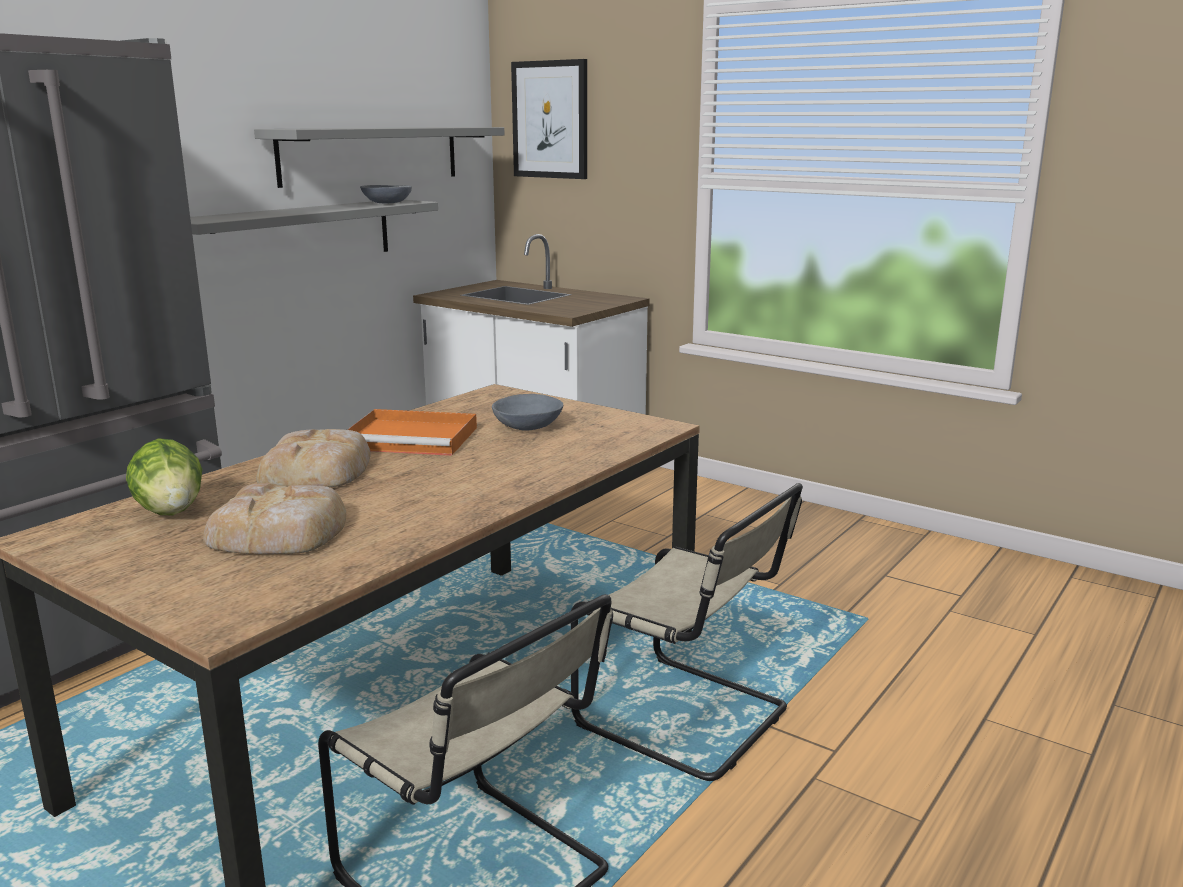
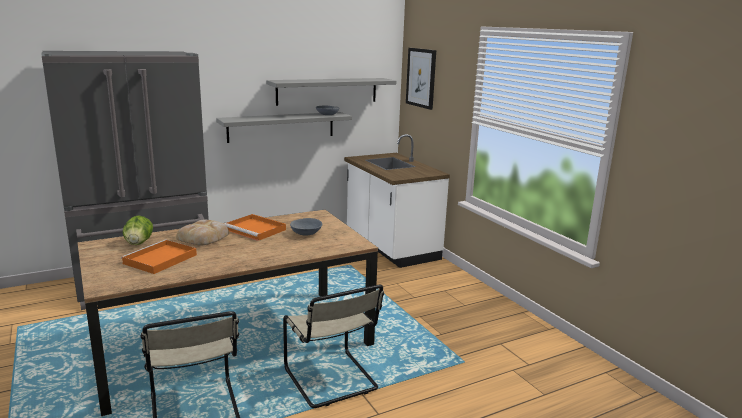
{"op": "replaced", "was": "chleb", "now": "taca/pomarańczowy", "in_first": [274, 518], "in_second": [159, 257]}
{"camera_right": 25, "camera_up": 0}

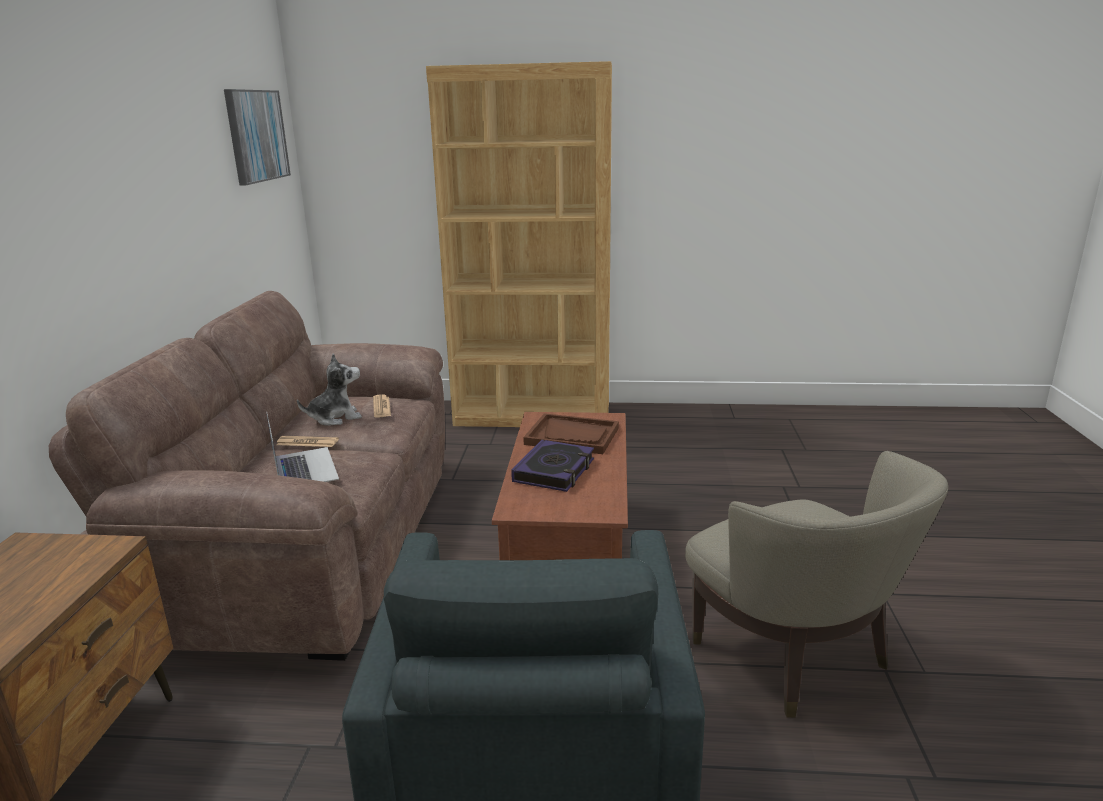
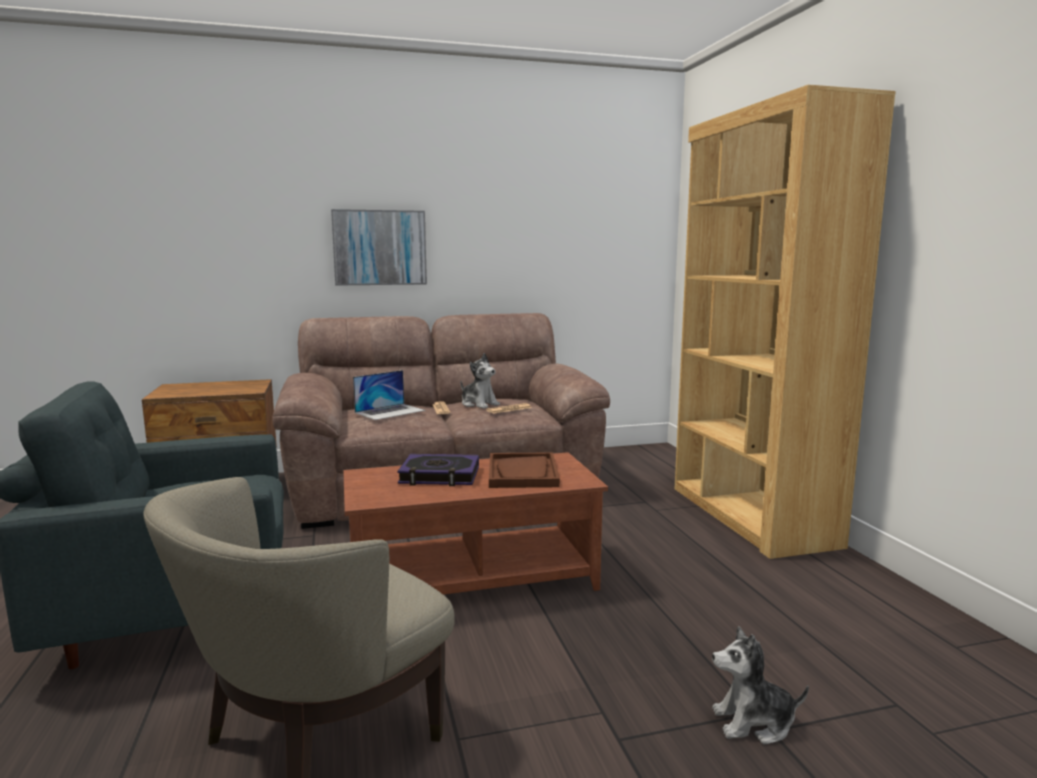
{"op": "added", "now": "pluszak", "in_second": [760, 685]}
{"op": "moved", "was": "obraz", "in_first": [257, 137], "in_second": [379, 247]}
{"camera_right": 70, "camera_up": -10}

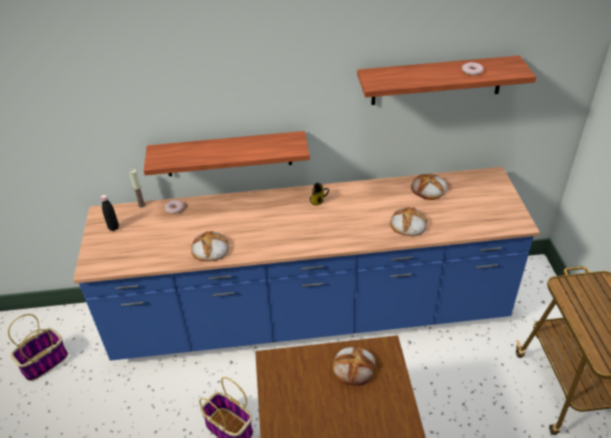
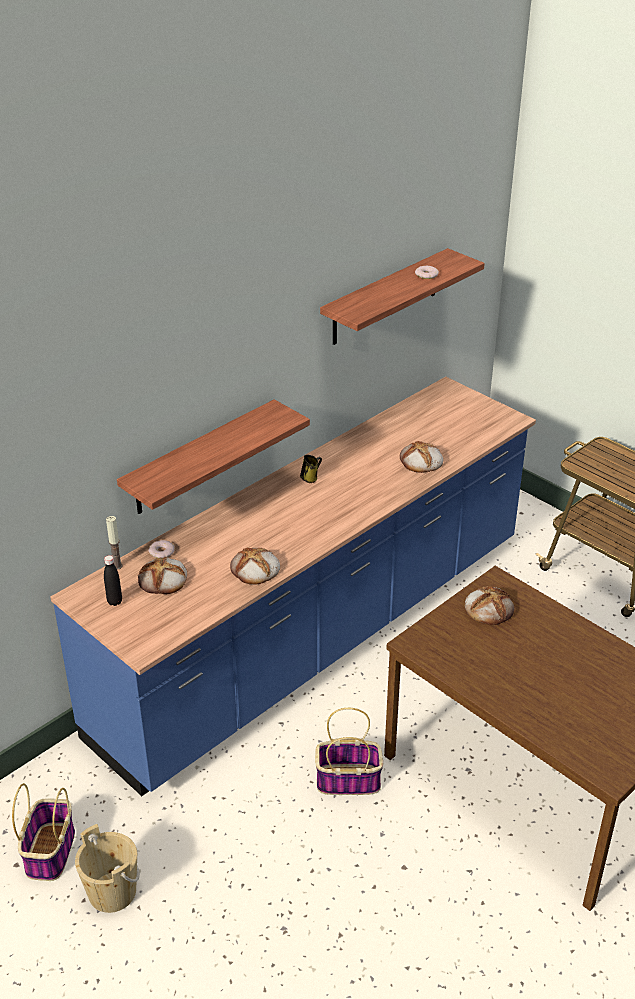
{"op": "added", "now": "wiadro/beżowy", "in_second": [107, 868]}
{"op": "moved", "was": "chleb", "in_first": [429, 187], "in_second": [162, 575]}
{"camera_right": -40, "camera_up": -5}

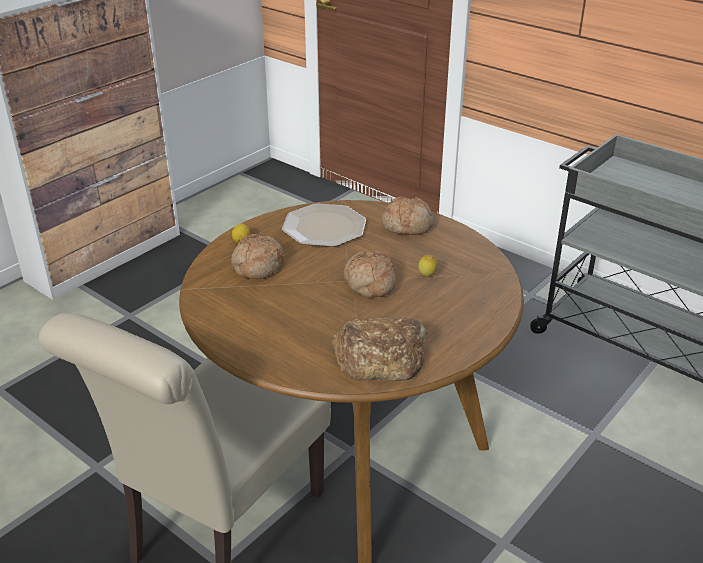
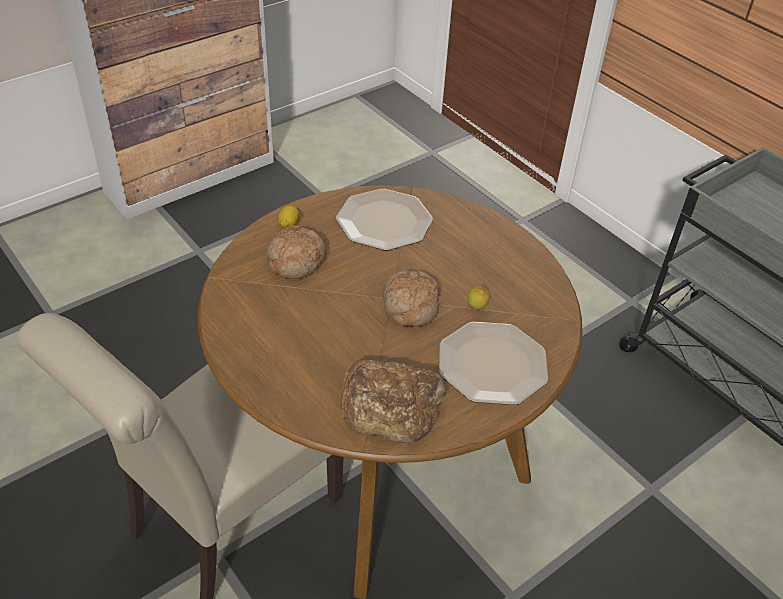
{"op": "removed", "was": "chleb", "in_first": [407, 215]}
{"op": "added", "now": "talerz", "in_second": [493, 363]}
{"camera_right": 10, "camera_up": 10}

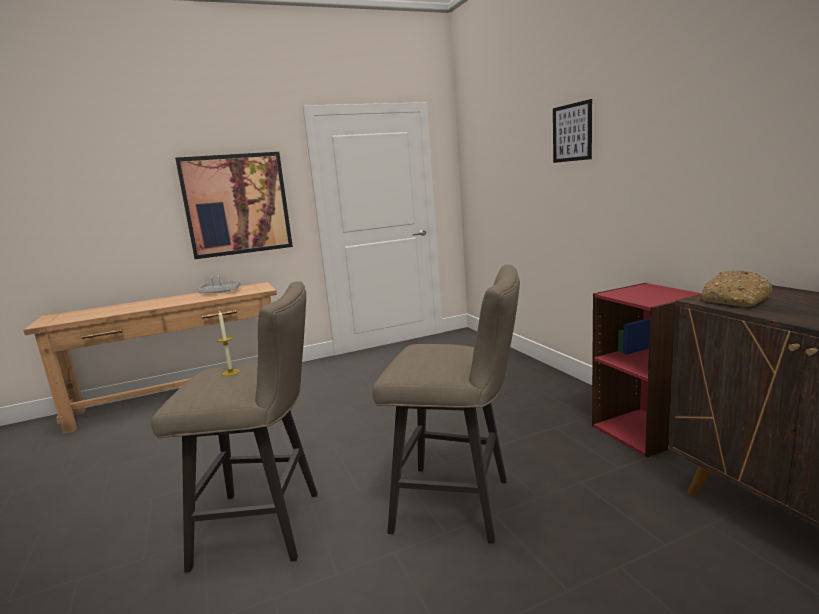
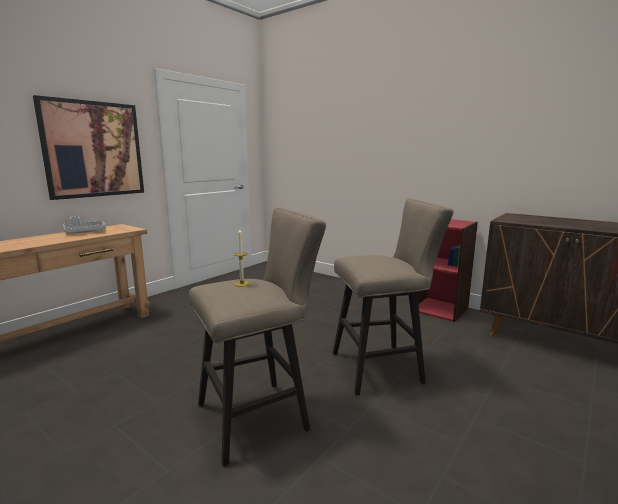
{"op": "removed", "was": "obraz", "in_first": [572, 131]}
{"op": "removed", "was": "chleb", "in_first": [737, 288]}
{"camera_right": -30, "camera_up": 0}

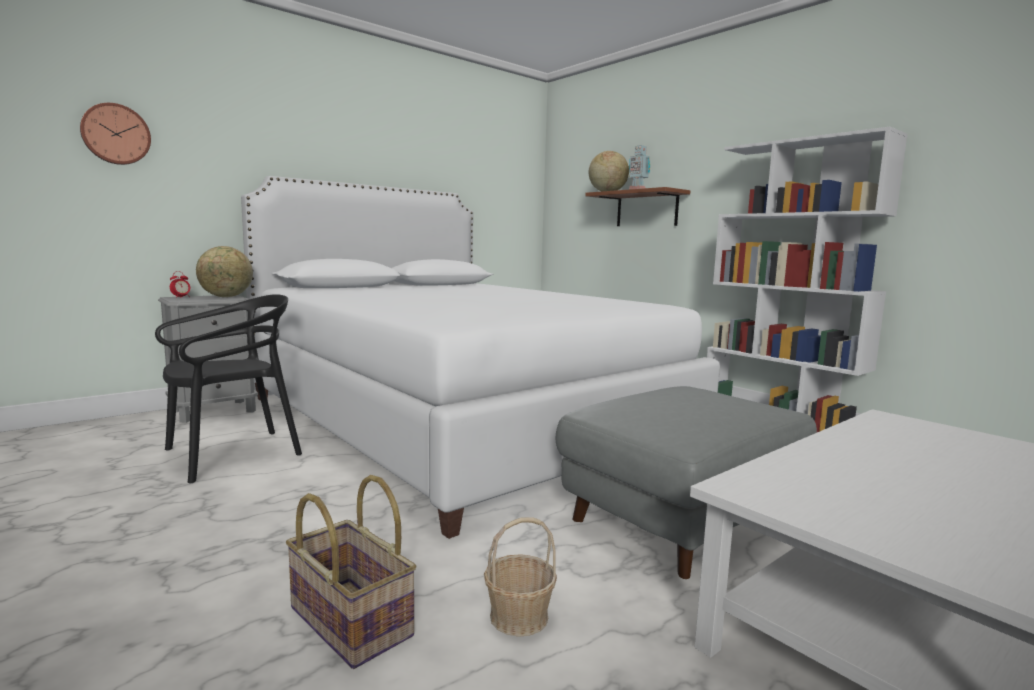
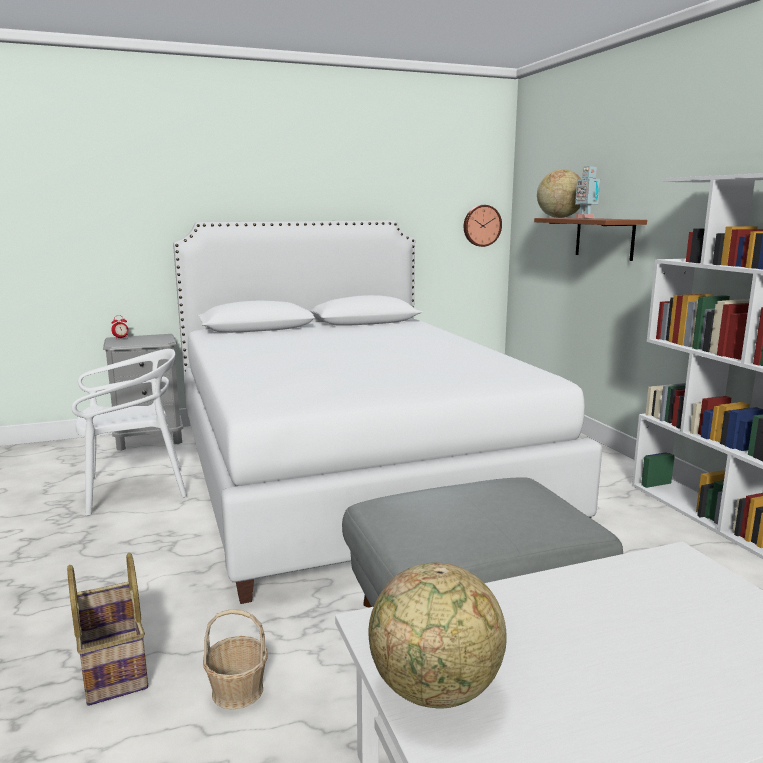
{"op": "moved", "was": "zegar ścienny", "in_first": [115, 134], "in_second": [483, 226]}
{"op": "moved", "was": "globus", "in_first": [224, 271], "in_second": [437, 635]}
{"op": "recoloured", "was": "krzesło/czarny", "now": "krzesło/biały", "in_first": [228, 388], "in_second": [129, 432]}
{"camera_right": 20, "camera_up": 5}

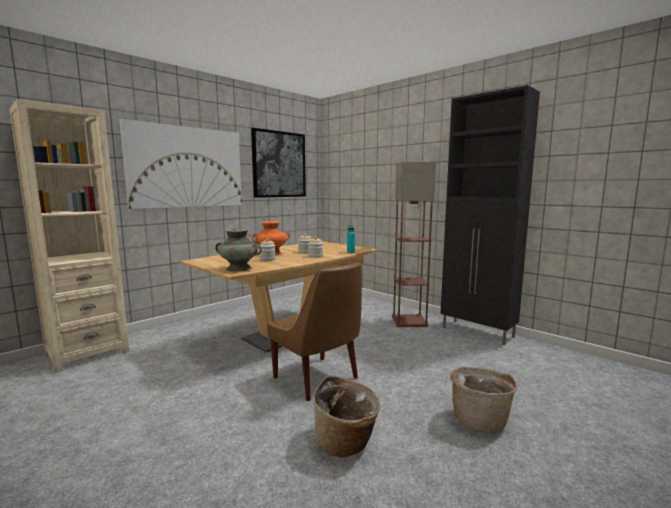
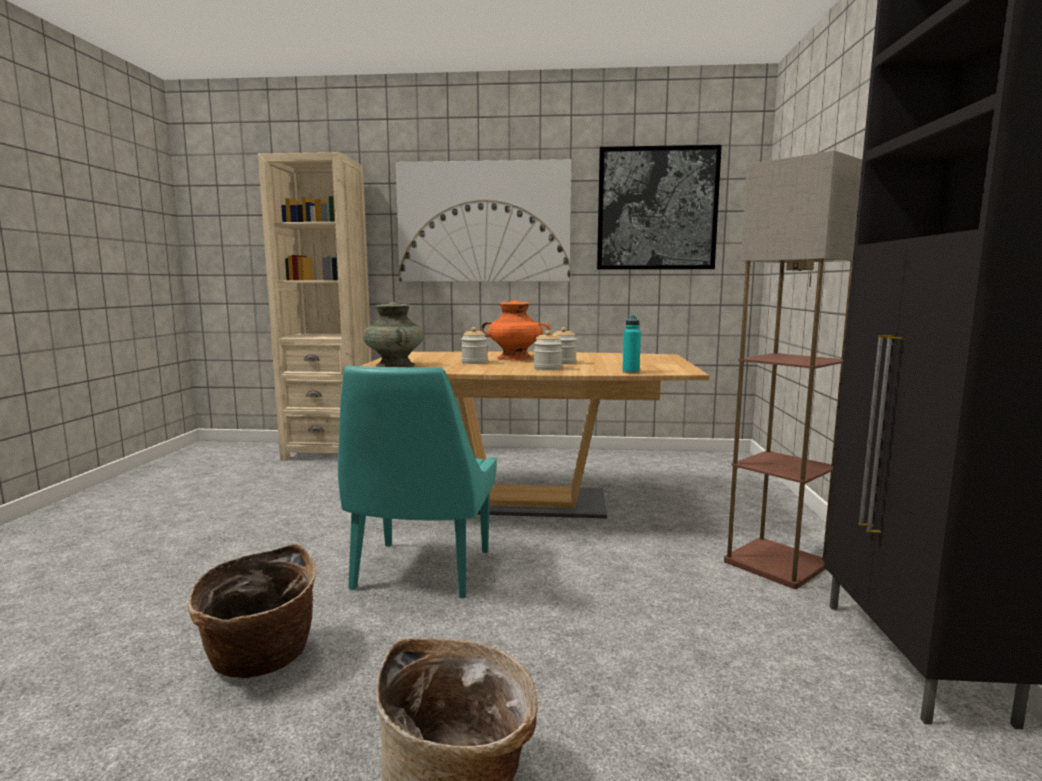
{"op": "recoloured", "was": "krzesło/brązowy", "now": "krzesło/turkusowy", "in_first": [314, 331], "in_second": [417, 482]}
{"camera_right": 50, "camera_up": 0}

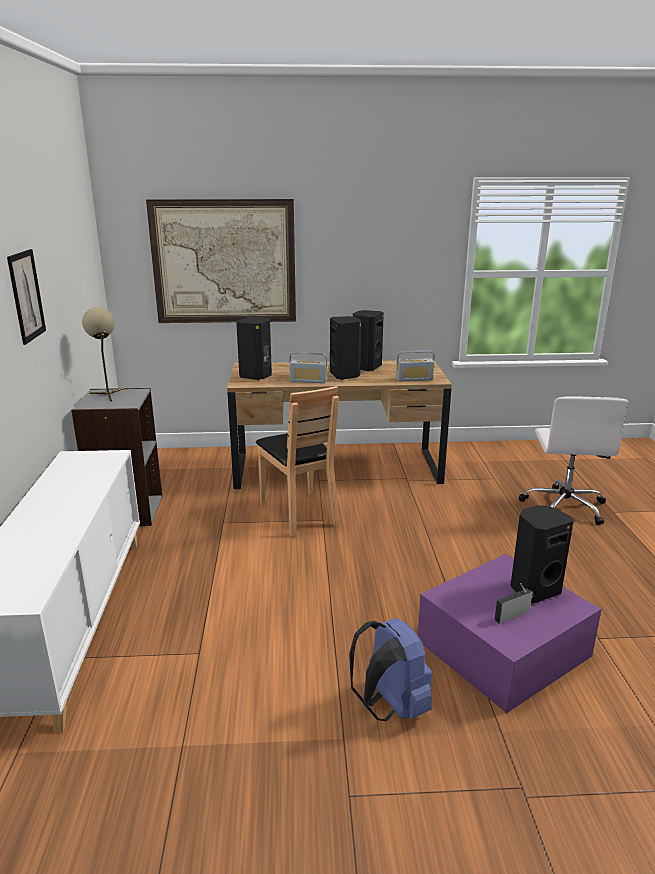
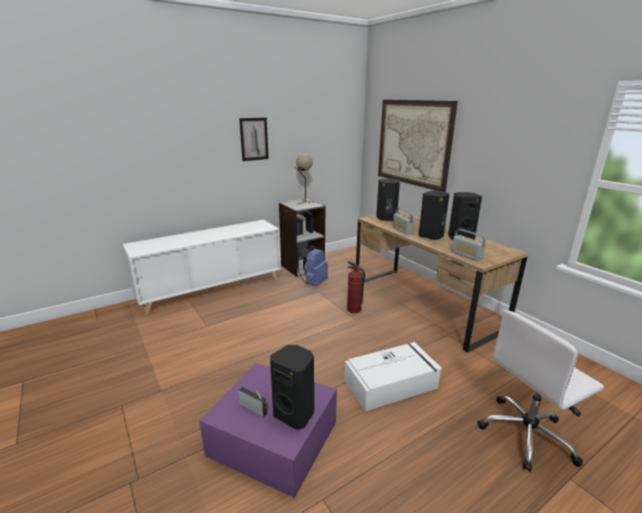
{"op": "added", "now": "pojemnik do przechowywania/biały", "in_second": [393, 376]}
{"op": "moved", "was": "plecak/niebieski", "in_first": [390, 669], "in_second": [312, 265]}
{"op": "replaced", "was": "krzesło/brązowy", "now": "gaśnica", "in_first": [298, 461], "in_second": [356, 287]}
{"camera_right": 60, "camera_up": 0}

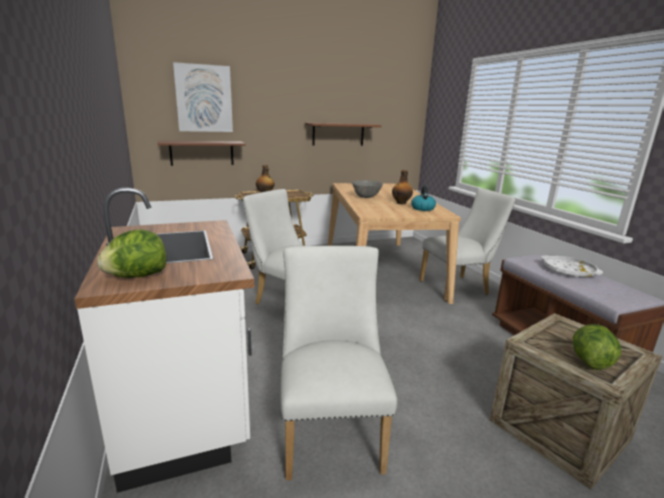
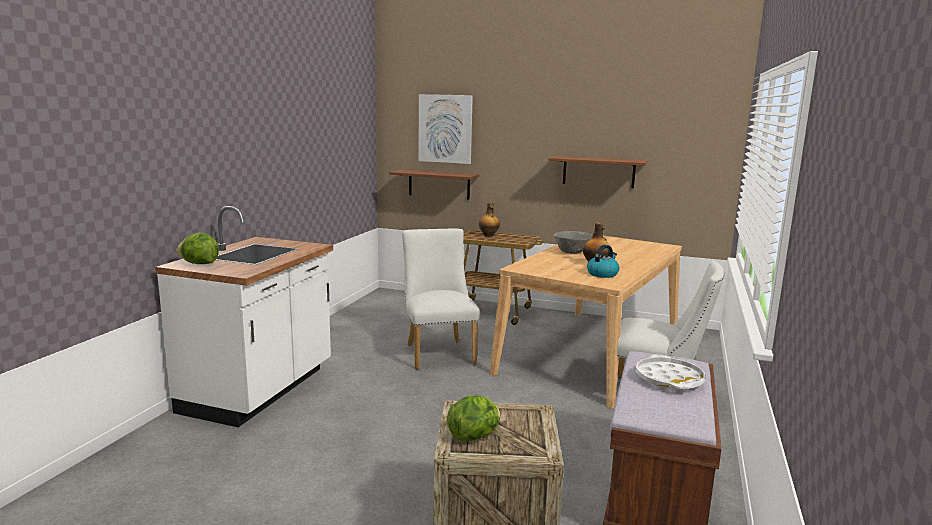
{"op": "removed", "was": "krzesło/biały", "in_first": [338, 363]}
{"camera_right": 40, "camera_up": -5}

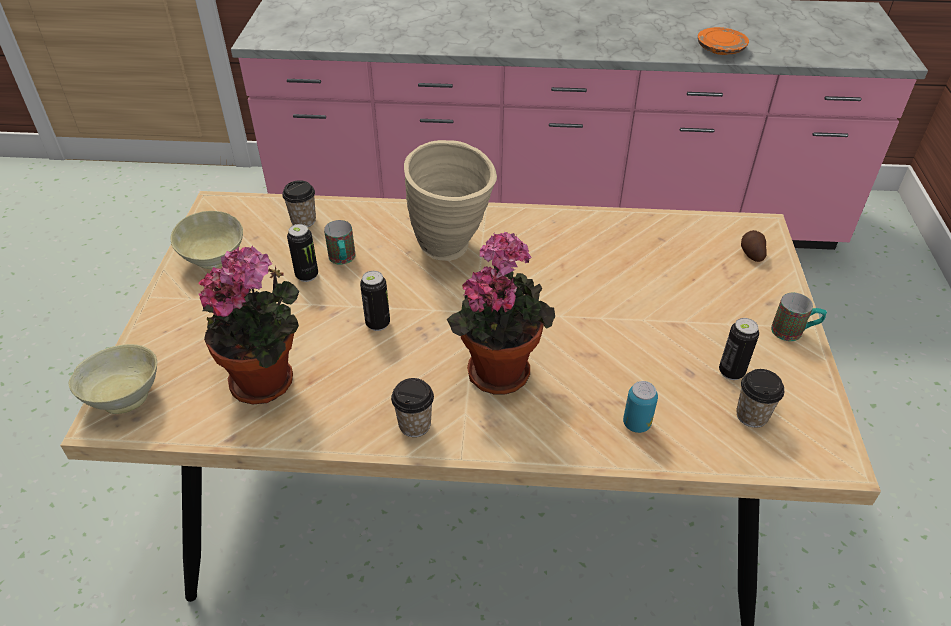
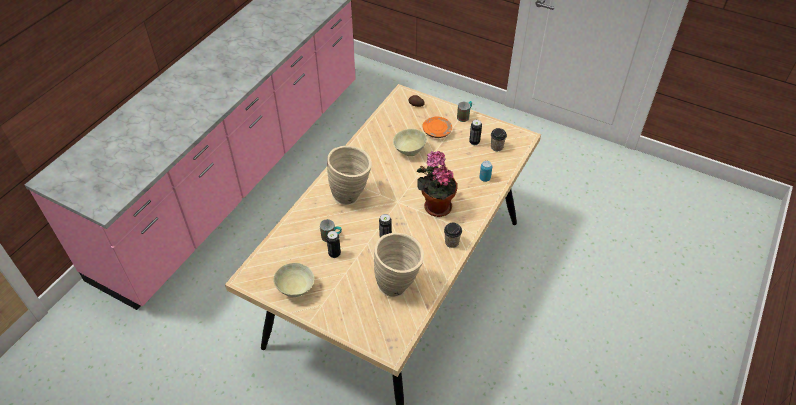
{"op": "removed", "was": "filiżanka", "in_first": [299, 203]}
{"op": "moved", "was": "miska/beżowy", "in_first": [113, 379], "in_second": [410, 142]}
{"op": "moved", "was": "talerz/pomarańczowy", "in_first": [723, 41], "in_second": [437, 127]}
{"op": "replaced", "was": "roślina doniczkowa", "now": "wazon/beżowy", "in_first": [248, 325], "in_second": [399, 265]}
{"camera_right": -65, "camera_up": 5}

